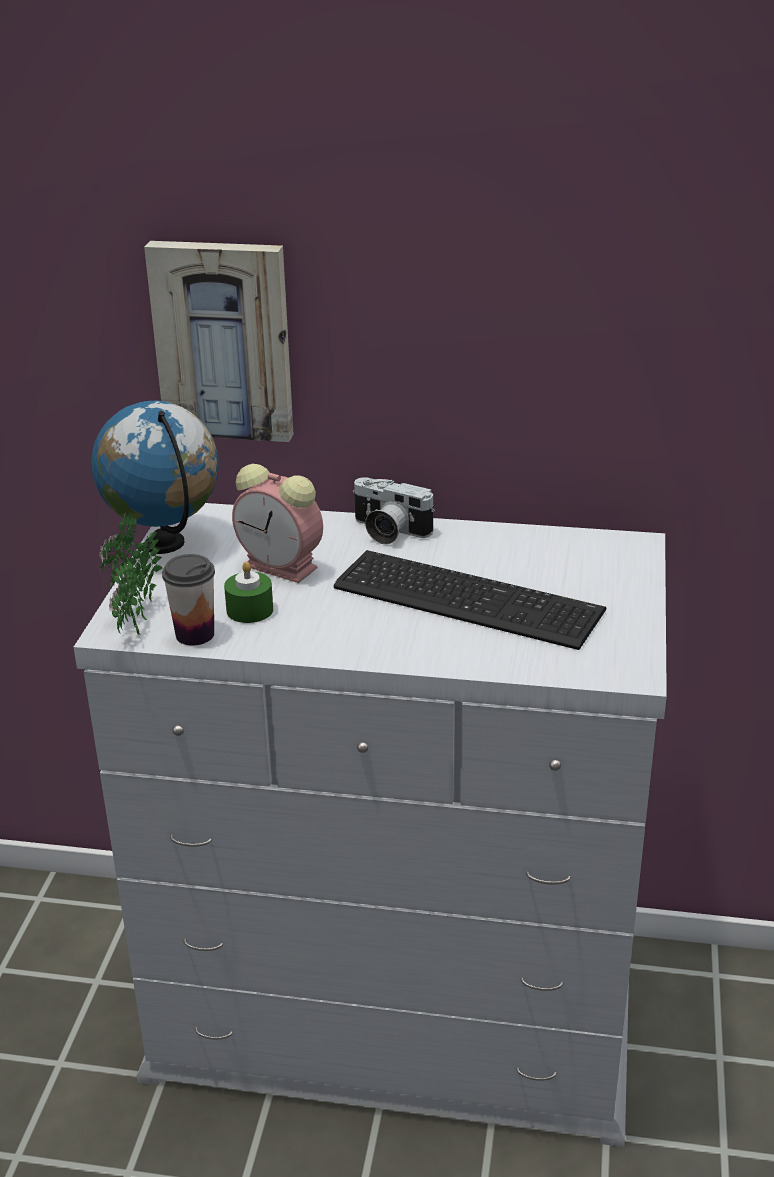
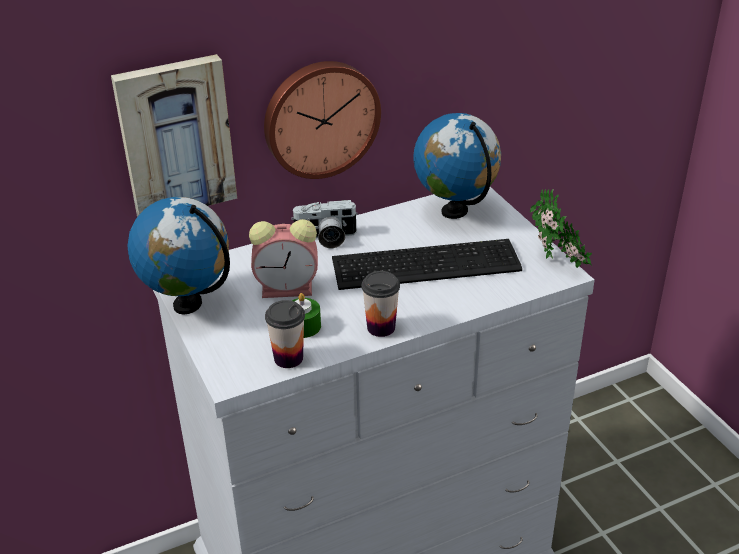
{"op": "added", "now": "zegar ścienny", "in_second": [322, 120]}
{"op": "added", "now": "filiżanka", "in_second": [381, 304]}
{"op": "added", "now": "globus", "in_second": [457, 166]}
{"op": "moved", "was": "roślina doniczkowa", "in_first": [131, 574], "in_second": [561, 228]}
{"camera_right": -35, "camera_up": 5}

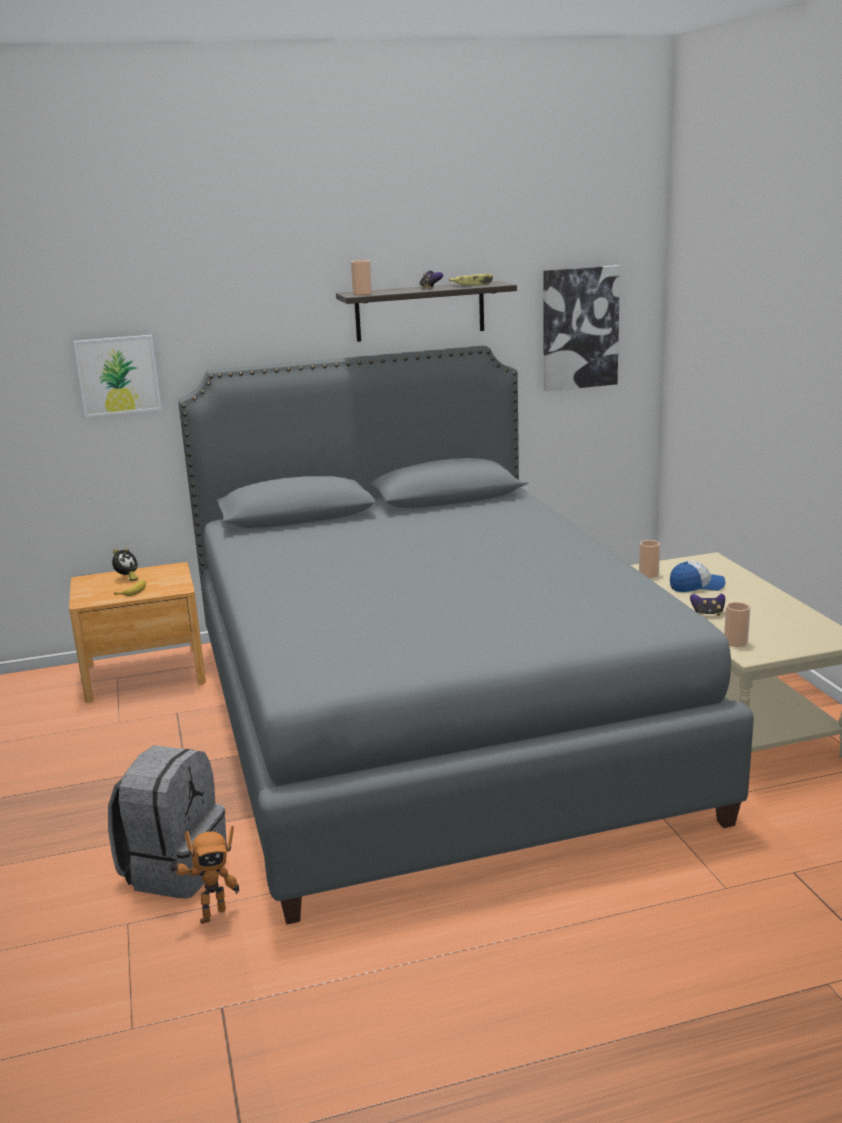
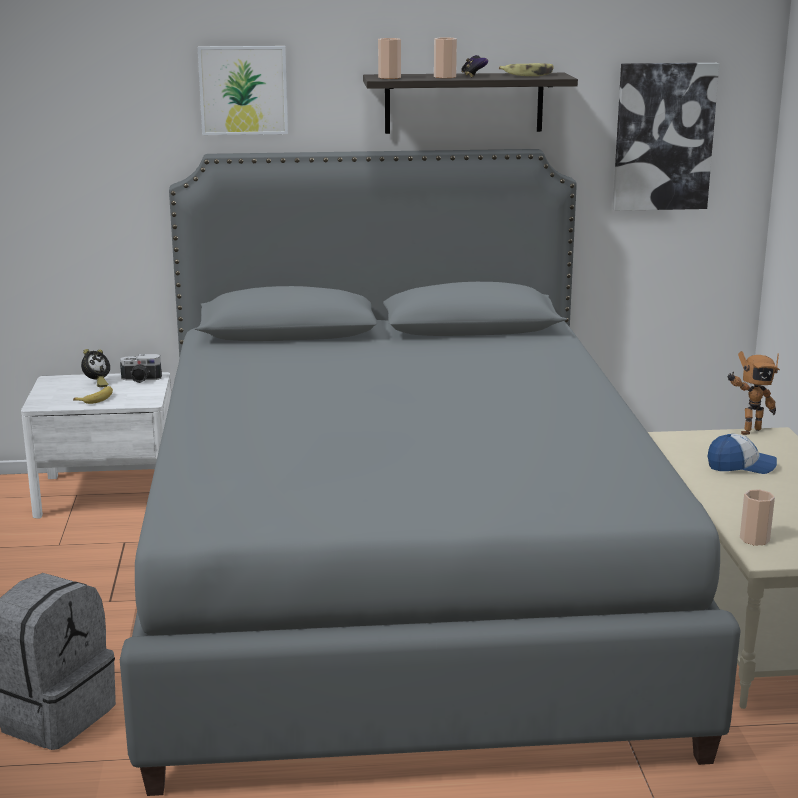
{"op": "removed", "was": "pad do gier", "in_first": [707, 605]}
{"op": "added", "now": "aparat fotograficzny", "in_second": [141, 368]}
{"op": "moved", "was": "obraz", "in_first": [118, 376], "in_second": [243, 90]}
{"op": "moved", "was": "robot zabawkowy", "in_first": [203, 875], "in_second": [753, 393]}
{"op": "moved", "was": "filiżanka", "in_first": [649, 559], "in_second": [445, 57]}
{"op": "recoloured", "was": "szafka nocna/brązowy", "now": "szafka nocna/biały", "in_first": [137, 632], "in_second": [96, 445]}
{"camera_right": 10, "camera_up": 0}

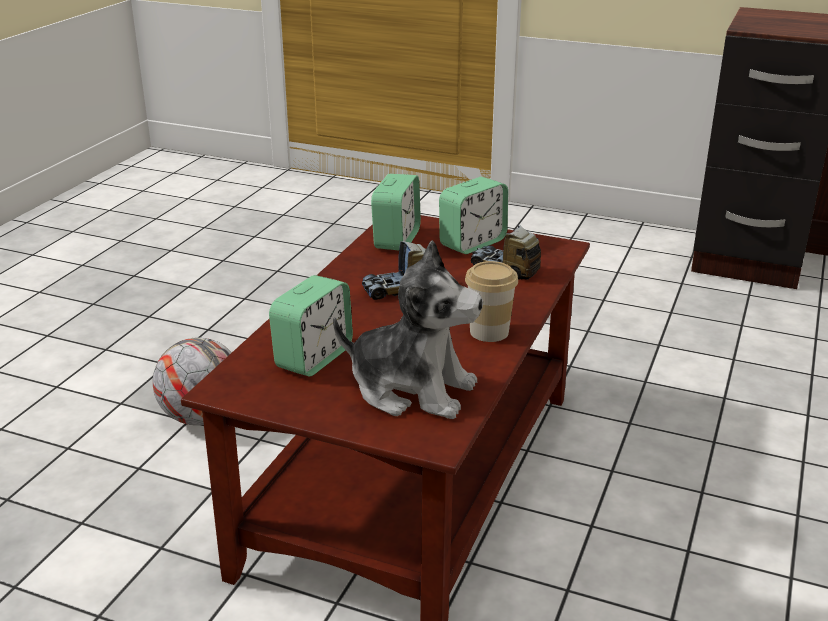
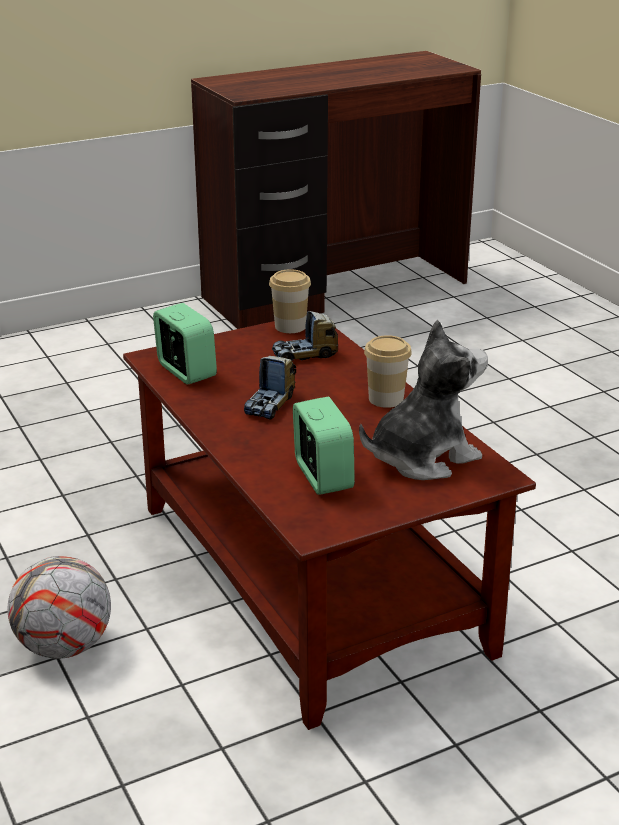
{"op": "removed", "was": "budzik", "in_first": [473, 215]}
{"op": "added", "now": "filiżanka", "in_second": [290, 301]}
{"camera_right": -50, "camera_up": 0}

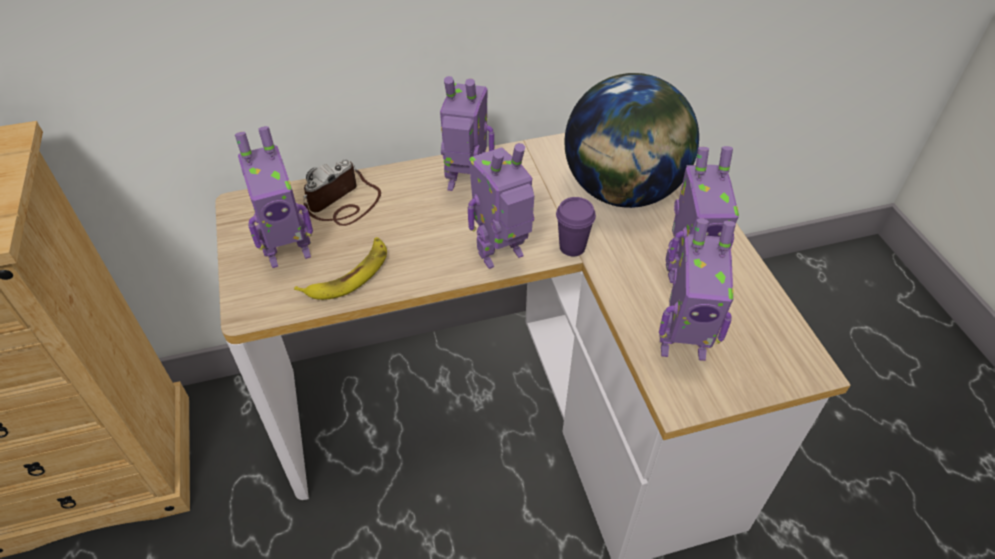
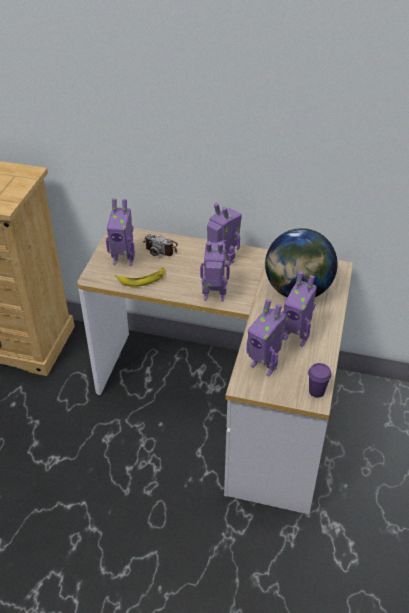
{"op": "moved", "was": "filiżanka/fioletowy", "in_first": [576, 226], "in_second": [320, 380]}
{"op": "turned", "was": "aparat fotograficzny", "in_first": [342, 193], "in_second": [160, 245], "clockwise": -135}
{"camera_right": 30, "camera_up": -5}

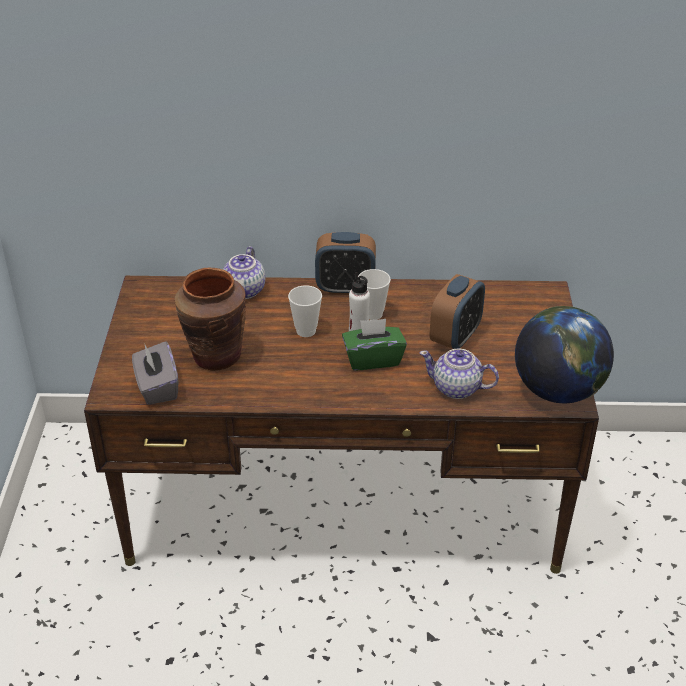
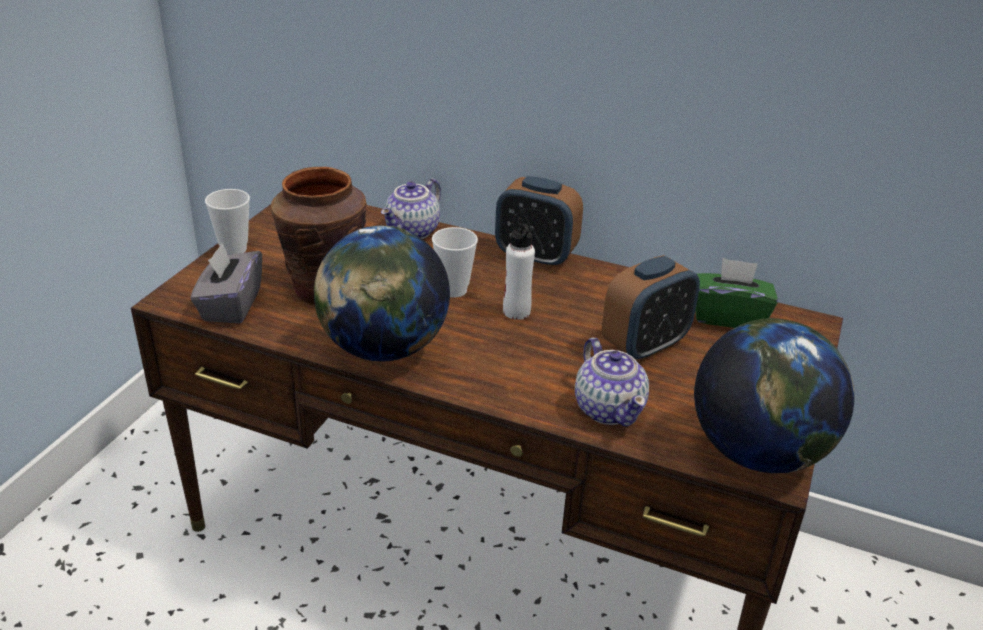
{"op": "added", "now": "globus", "in_second": [382, 293]}
{"op": "moved", "was": "pudełko chusteczek/zielony", "in_first": [374, 344], "in_second": [736, 293]}
{"op": "moved", "was": "filiżanka", "in_first": [374, 294], "in_second": [227, 222]}
{"op": "turned", "was": "imbryk", "in_first": [459, 373], "in_second": [612, 382], "clockwise": -150}
{"camera_right": 20, "camera_up": -5}

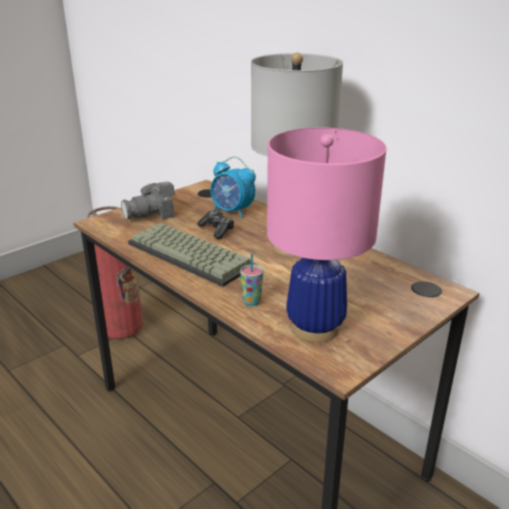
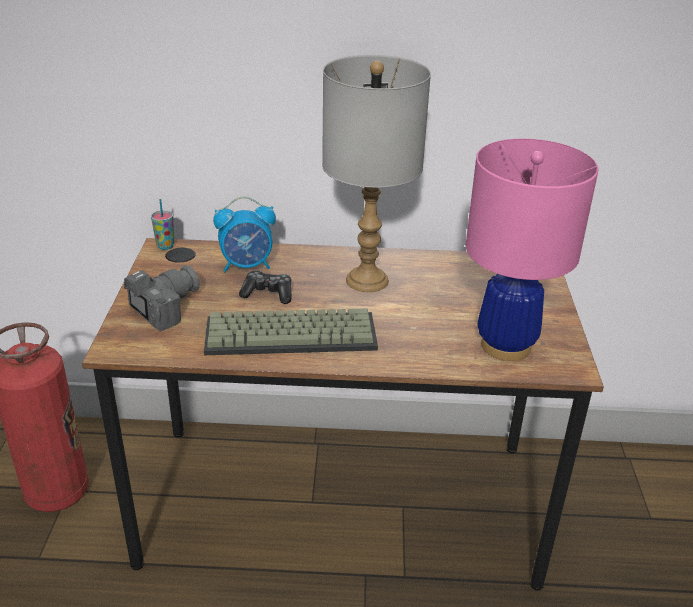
{"op": "moved", "was": "filiżanka", "in_first": [251, 279], "in_second": [162, 224]}
{"op": "turned", "was": "aparat fotograficzny", "in_first": [148, 201], "in_second": [162, 298], "clockwise": -150}
{"camera_right": -45, "camera_up": 5}

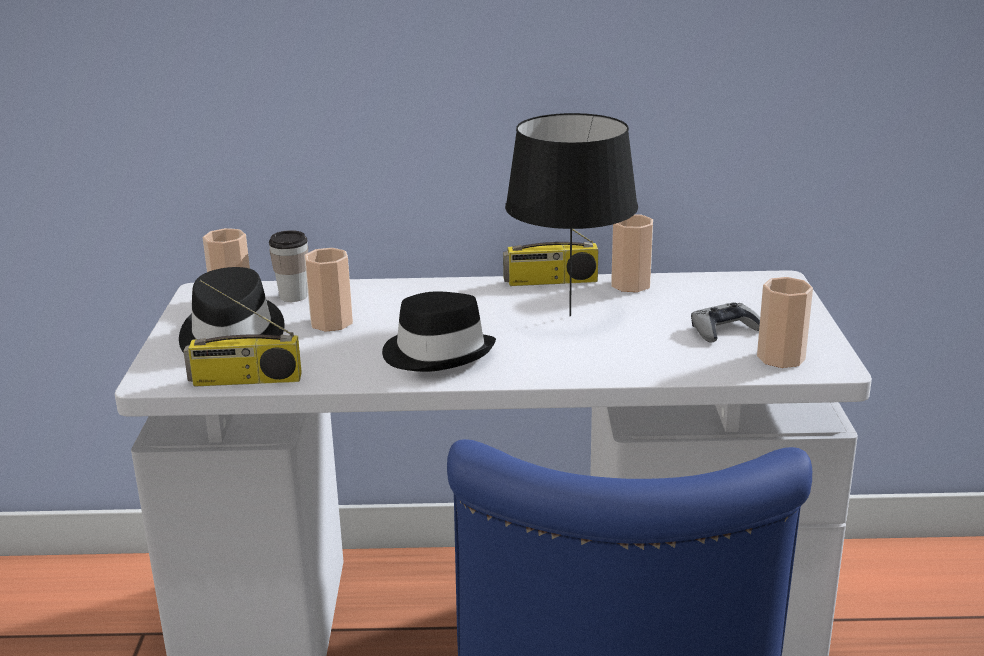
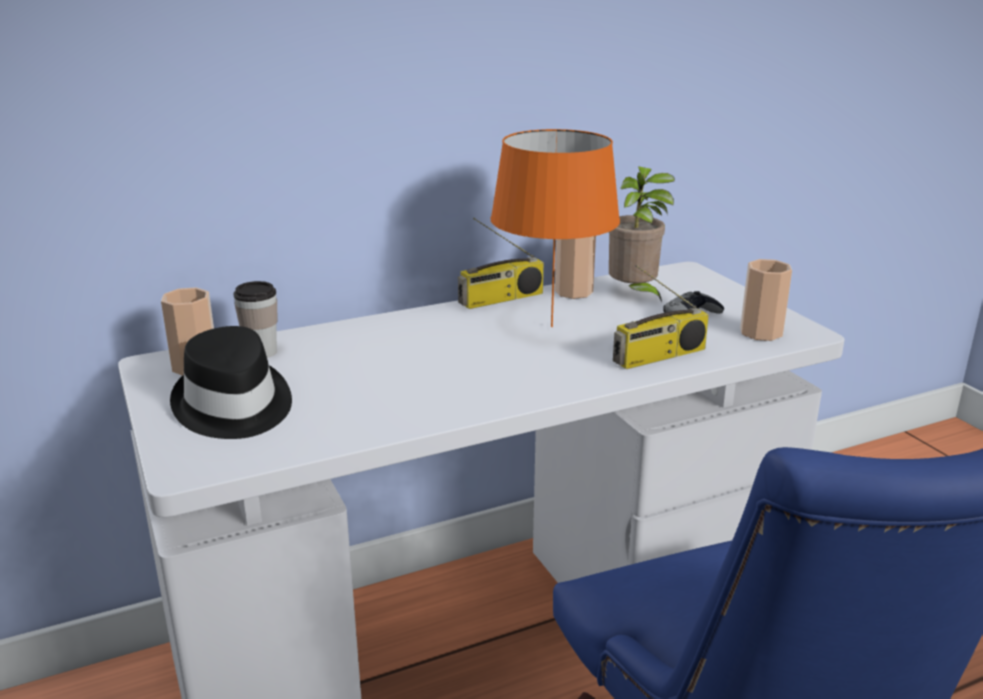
{"op": "removed", "was": "filiżanka", "in_first": [328, 290]}
{"op": "removed", "was": "kapelusz/czarny", "in_first": [439, 331]}
{"op": "added", "now": "roślina doniczkowa", "in_second": [642, 234]}
{"op": "moved", "was": "radio", "in_first": [242, 333], "in_second": [661, 317]}
{"op": "recoloured", "was": "lampa stołowa/czarny", "now": "lampa stołowa/pomarańczowy", "in_first": [571, 214], "in_second": [555, 228]}
{"camera_right": -25, "camera_up": 0}

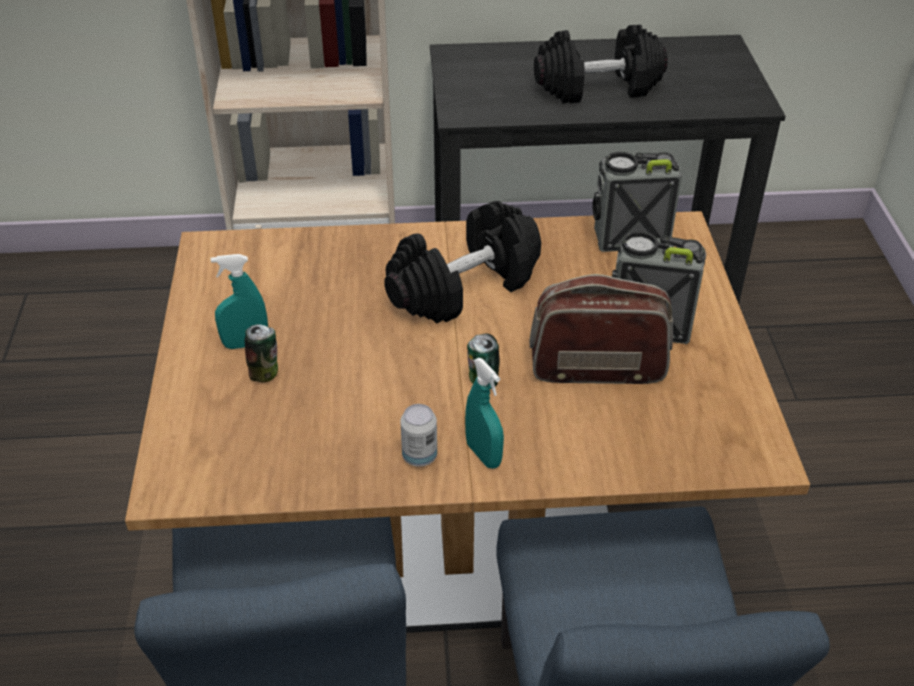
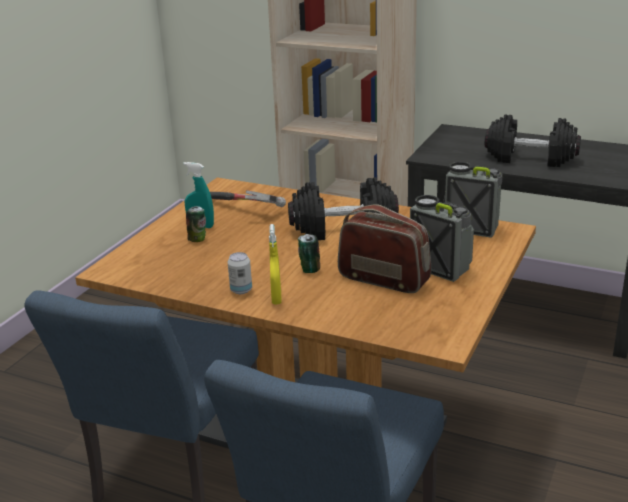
{"op": "added", "now": "młotek", "in_second": [248, 198]}
{"op": "recoloured", "was": "spryskiwacz/turkusowy", "now": "spryskiwacz/żółty", "in_first": [484, 413], "in_second": [275, 264]}
{"camera_right": 30, "camera_up": -15}

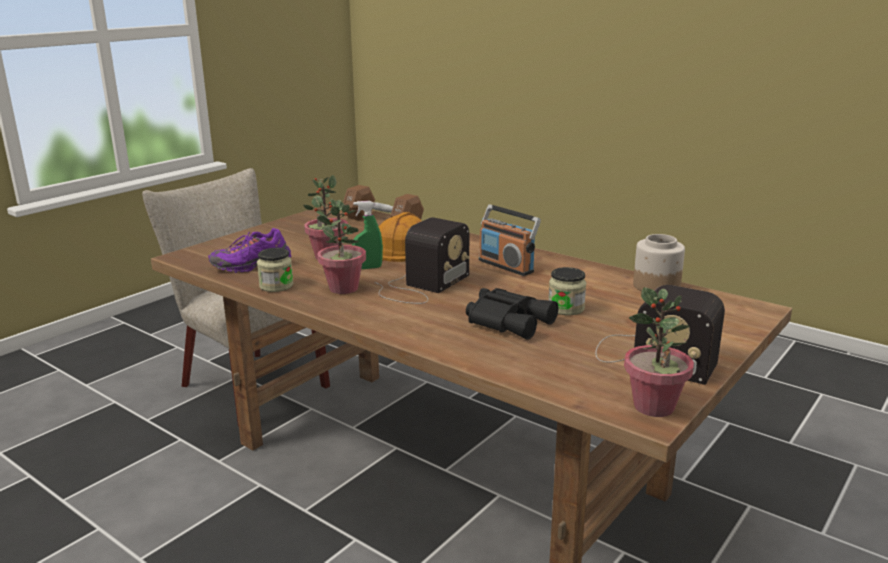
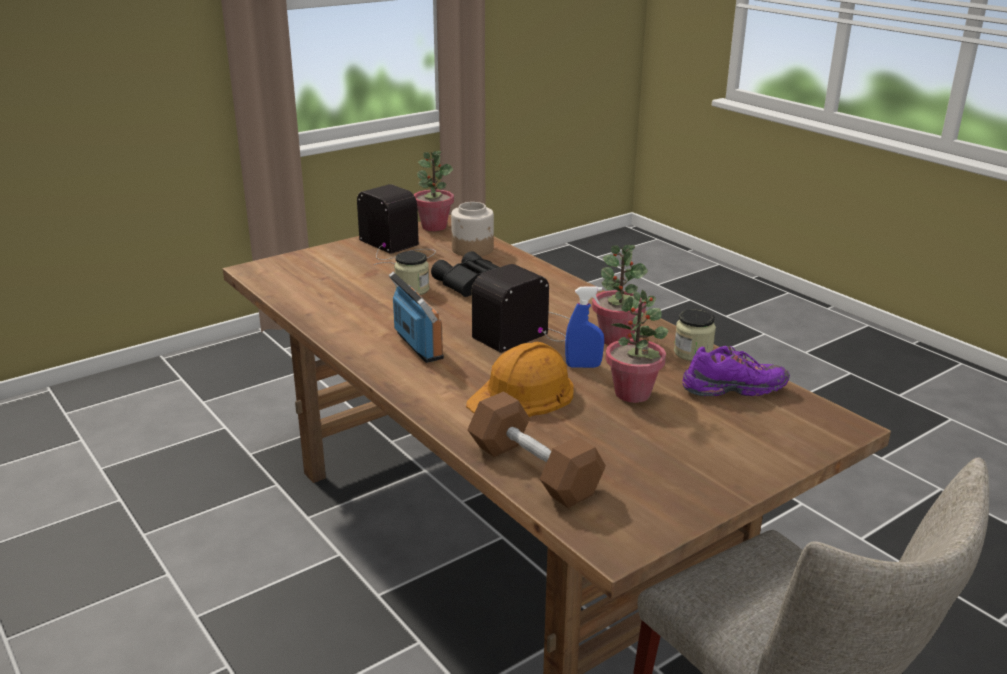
{"op": "moved", "was": "słoik", "in_first": [659, 262], "in_second": [472, 229]}
{"op": "recoloured", "was": "spryskiwacz/zielony", "now": "spryskiwacz/niebieski", "in_first": [367, 235], "in_second": [584, 327]}
{"camera_right": -165, "camera_up": 5}

